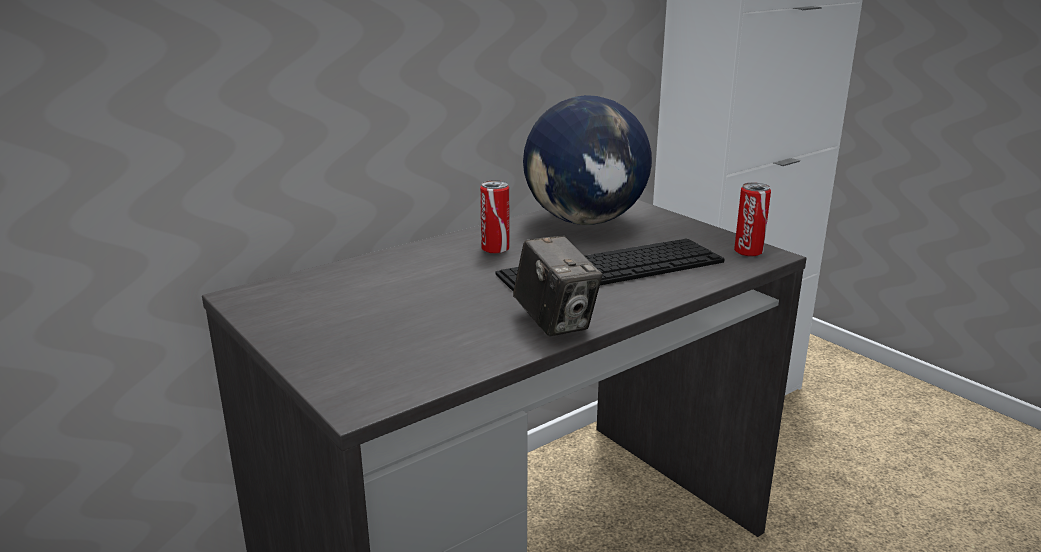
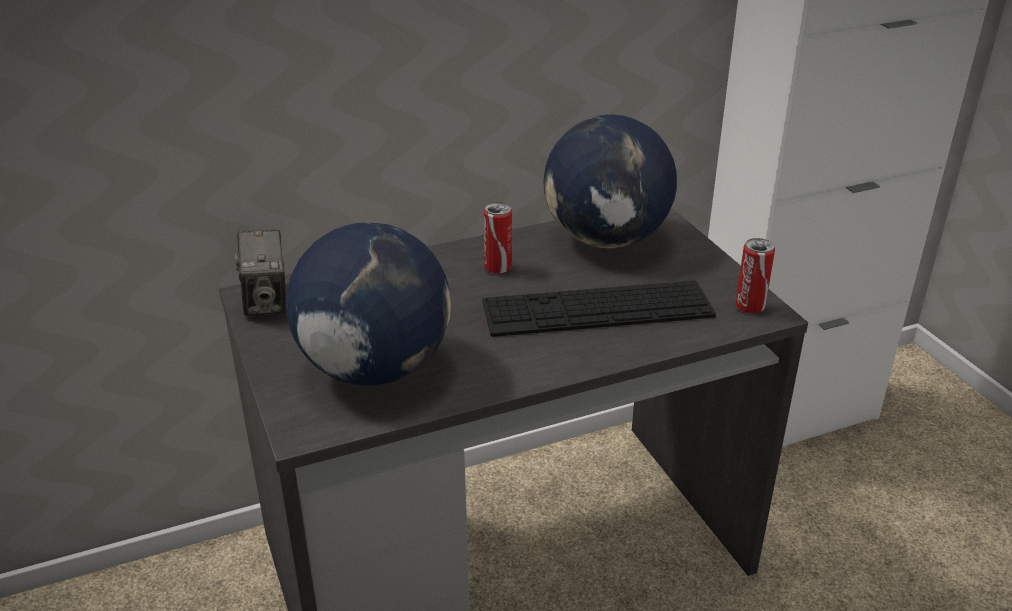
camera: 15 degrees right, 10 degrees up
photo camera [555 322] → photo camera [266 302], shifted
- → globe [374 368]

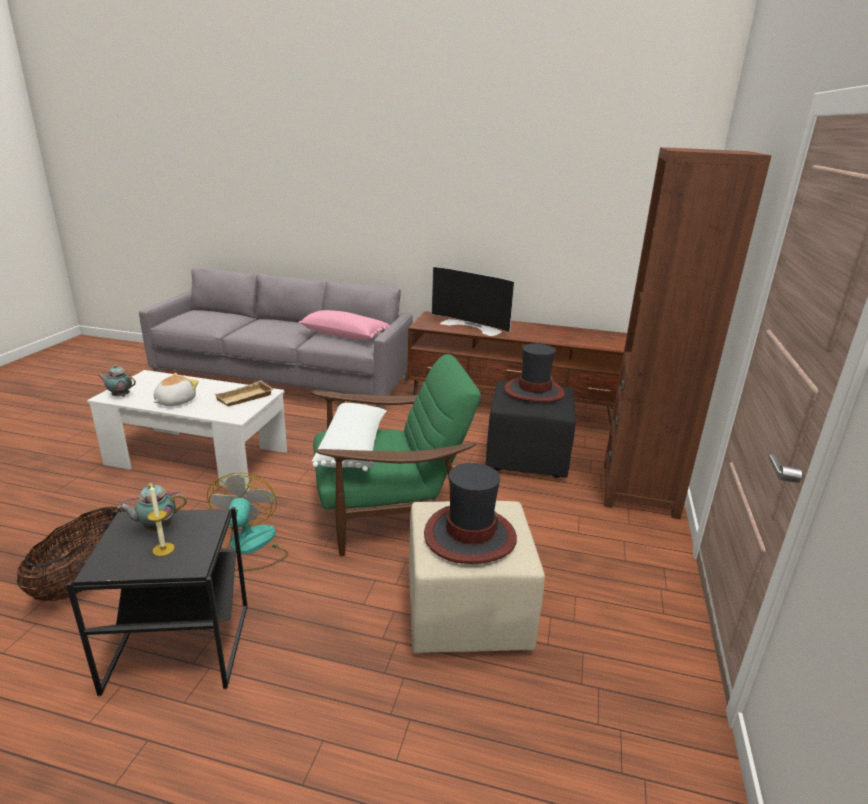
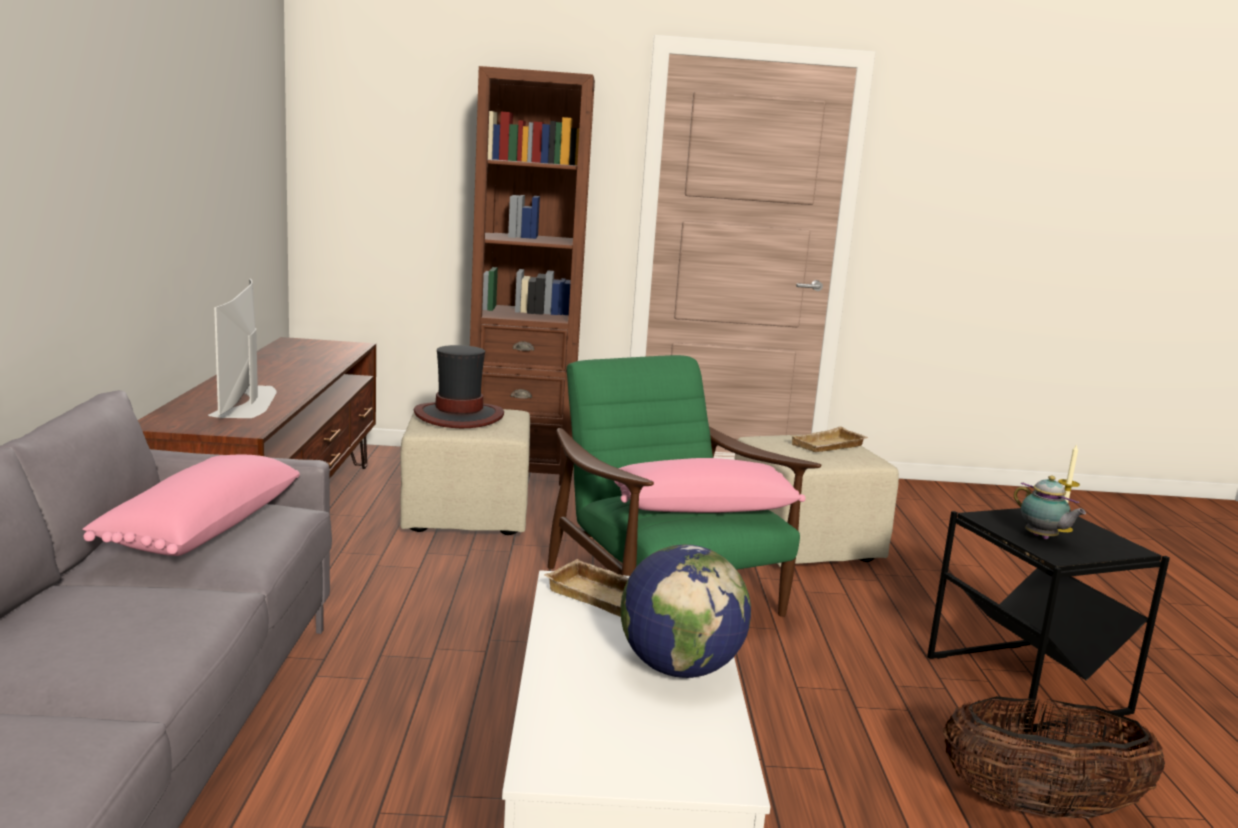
camera: 105 degrees left, 10 degrees down
TV [472 326] → TV [250 401], 150 degrees clockwise
black-coloured ottoman [527 458] → beige-coloured ottoman [468 516]
white throw pillow [354 449] → pink-coloured throw pillow [703 507]
soft toy [175 401] → globe [679 668]
clothing hat [469 536] → beige-coloured tray [828 446]
tea pot [120 396] → -
fan [250 548] → -

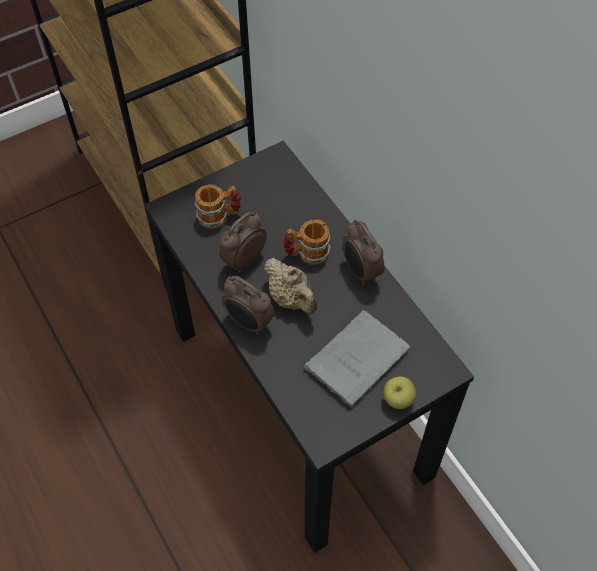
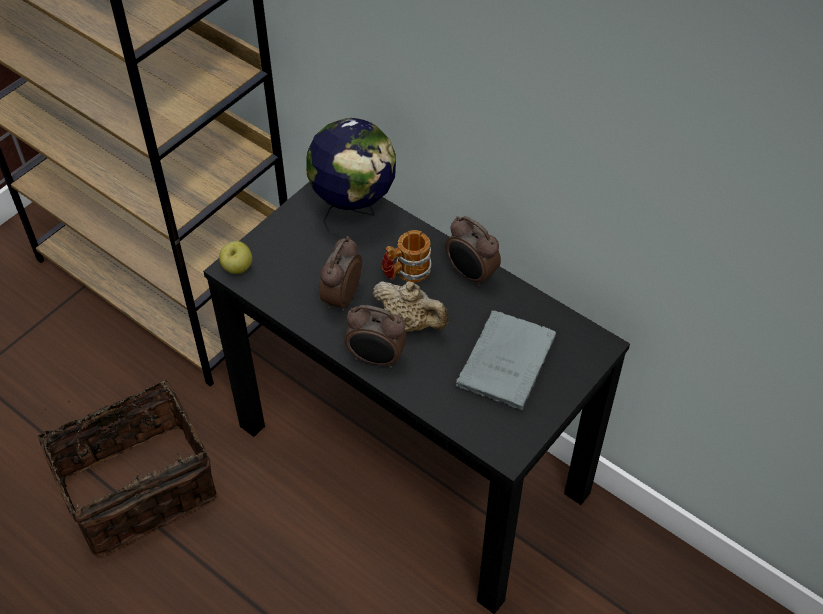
camera: 20 degrees left, 5 degrees down
- → household basket [137 486]
whole apple [398 400] → whole apple [237 268], shifted
- → globe [354 212]
tea mug [219 216] → -

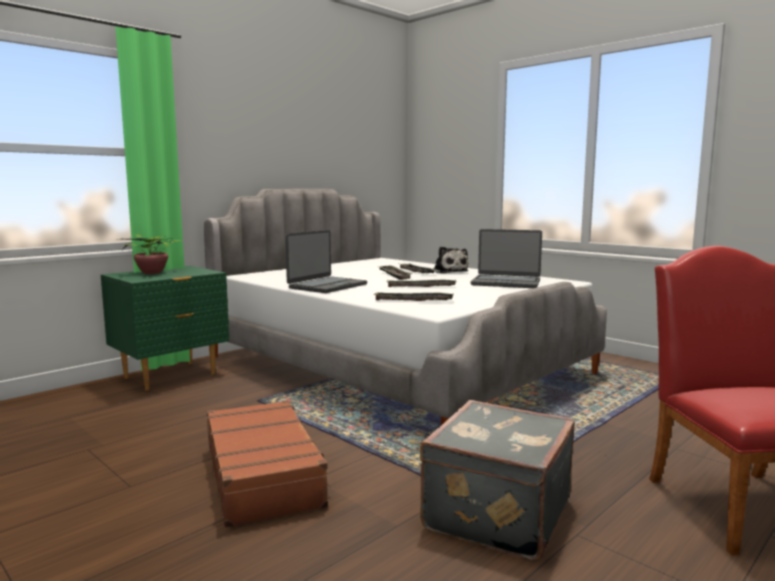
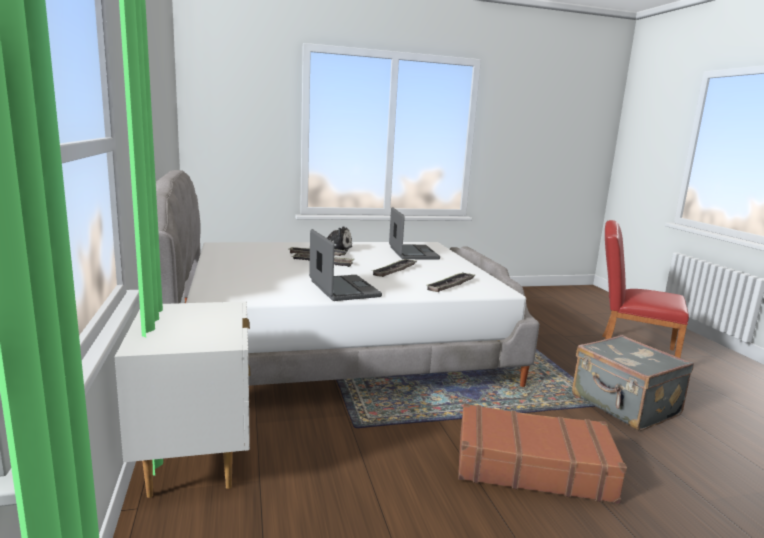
camera: 60 degrees left, 5 degrees up
greenish night table [170 376] → white night table [196 460]
laptop [506 283] → laptop [412 253], 60 degrees counterclockwise
houseplant [151 273] → -

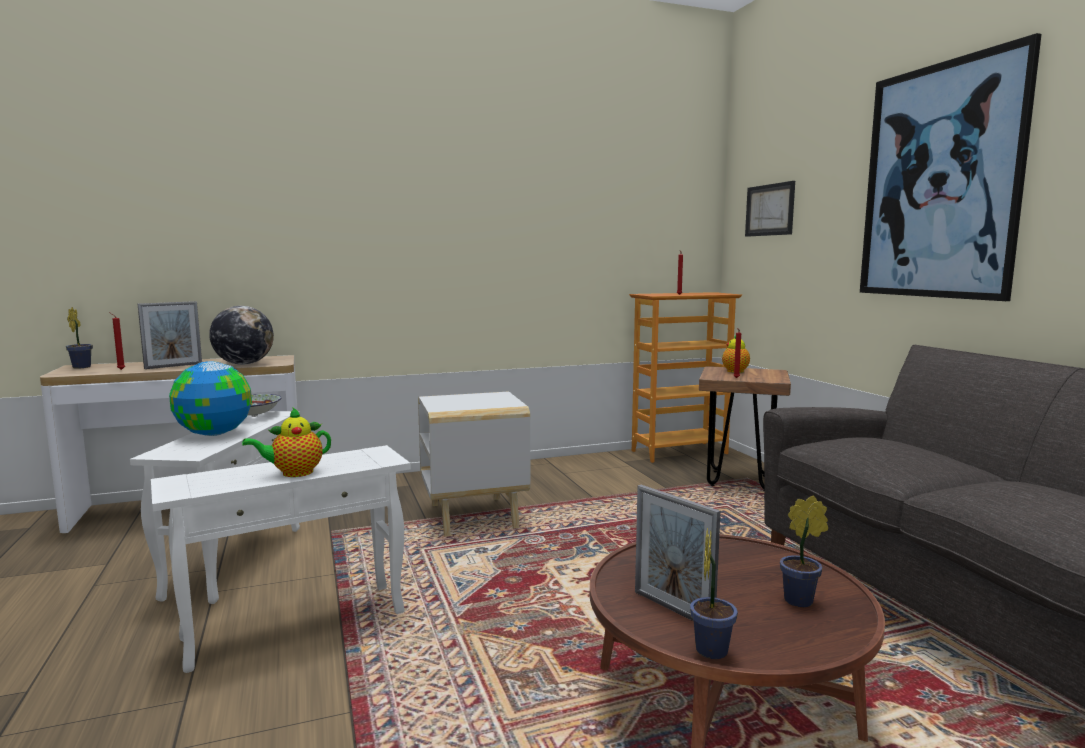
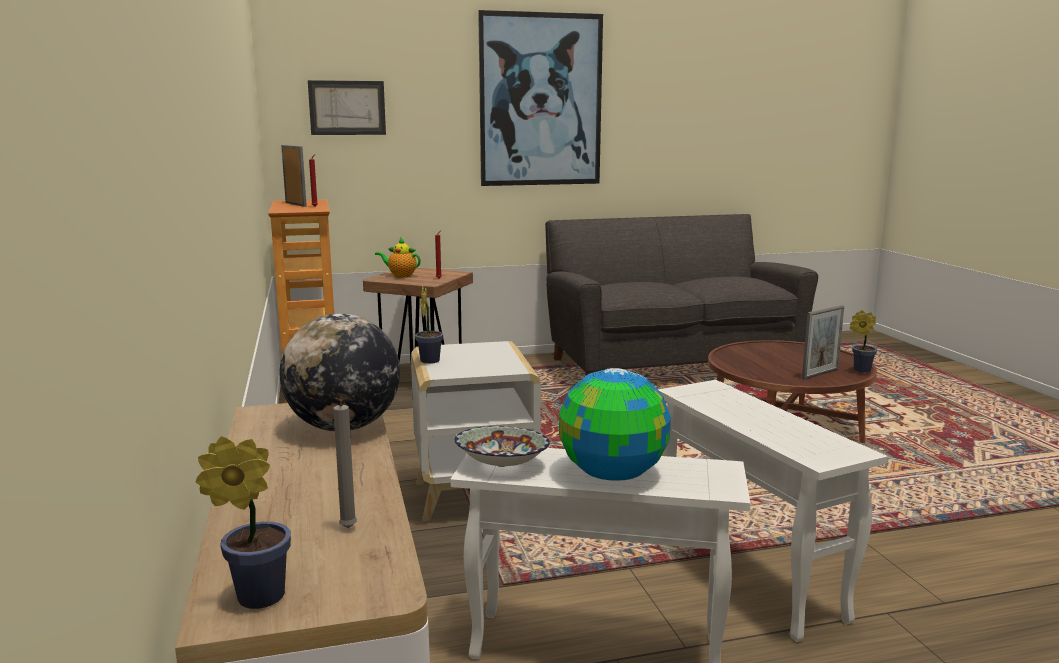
camera: 85 degrees left, 5 degrees up
standing frame [173 366] → standing frame [295 204], shifted
red candle [120 369] → grey candle [347 529]
houseplant [802 601] → houseplant [430 360], shifted
tea pot [294 473] → -

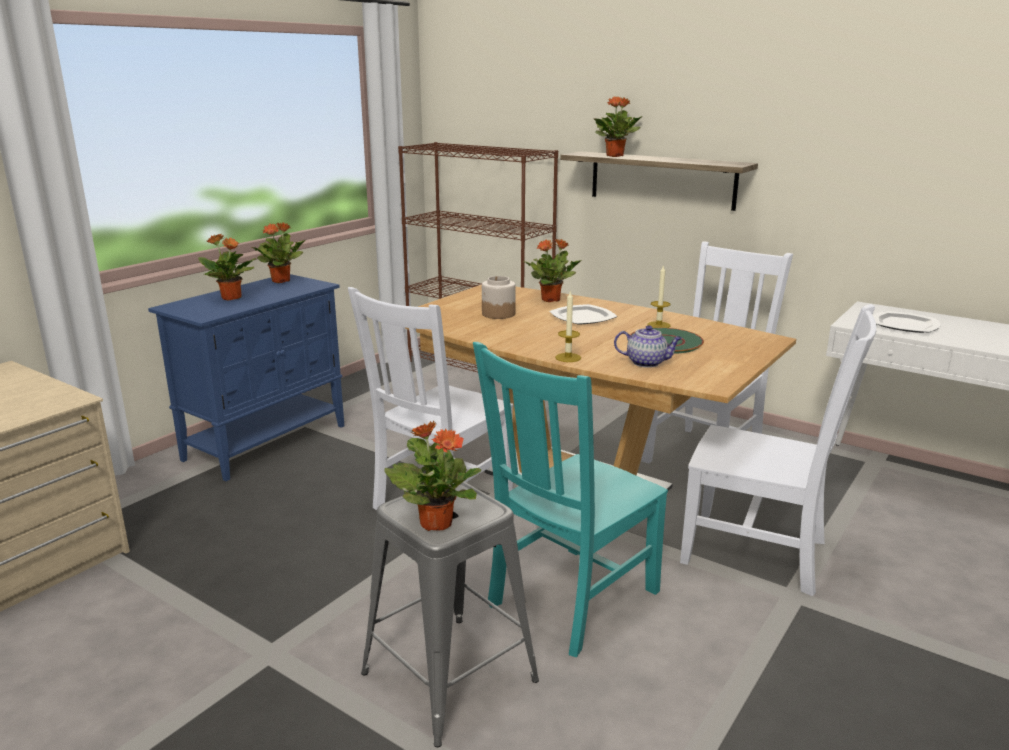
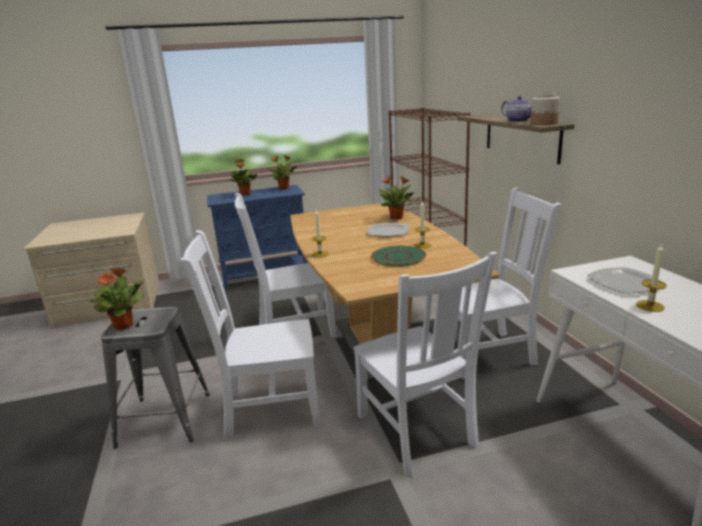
camera: 40 degrees right, 0 degrees up
blue-green chair [569 600] → white chair [268 409]
tea pot [647 363] → tea pot [518 121], shifted
storage jar [498 314] → storage jar [543 123], shifted
- → candle [650 306]
houseplant [615 156] → -

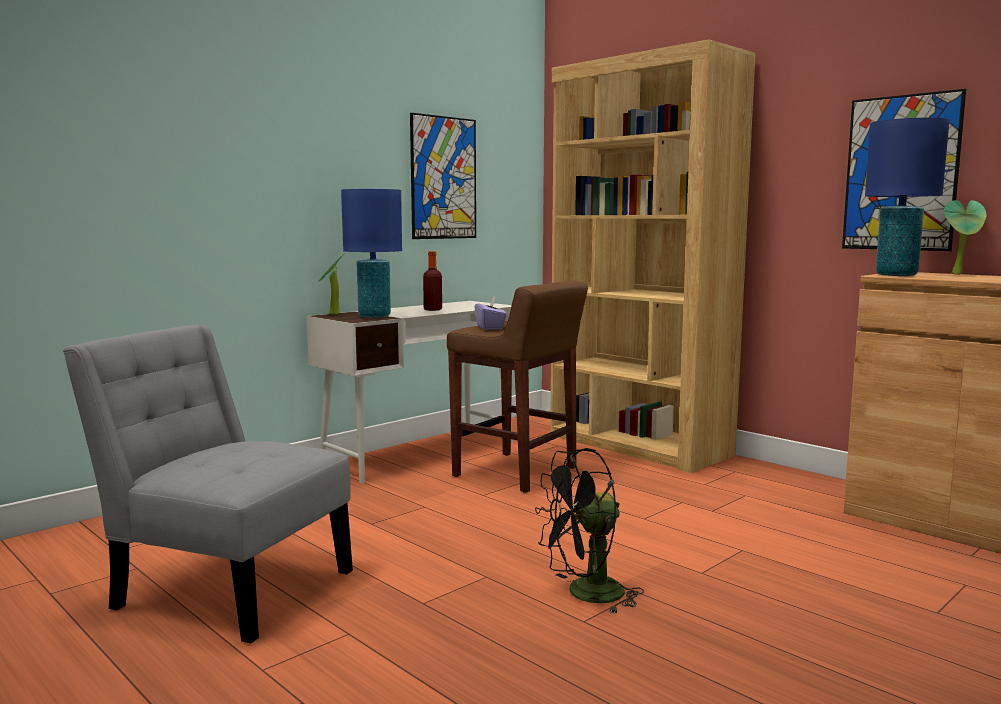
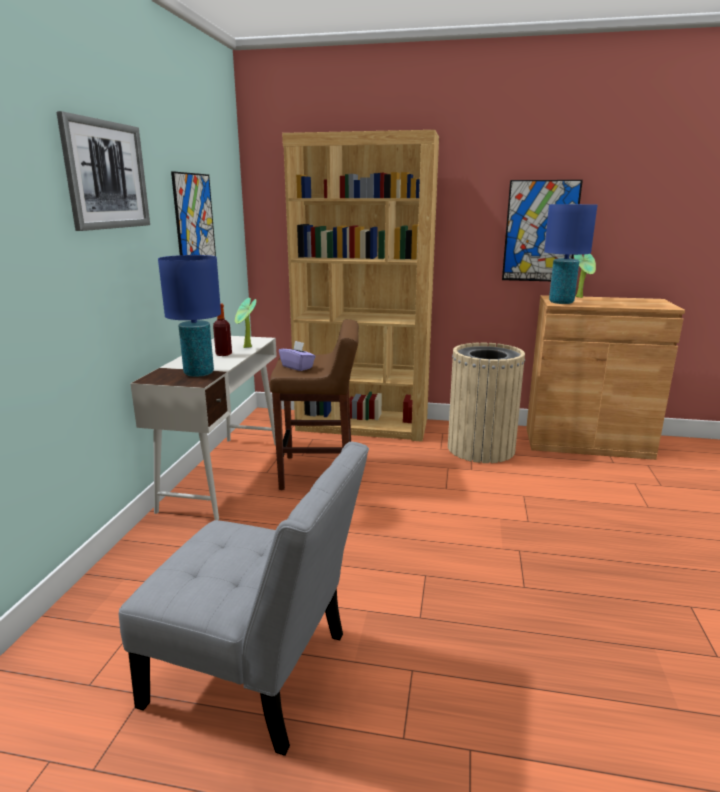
camera: 35 degrees left, 10 degrees up
- → wall art [106 175]
grey chair [226 587] → grey chair [258 673], 150 degrees counterclockwise
houseplant [332 314] → houseplant [247 347], shifted
- → beige-coloured rubbish bin [481 448]
black-coloured fan [585 595] → -

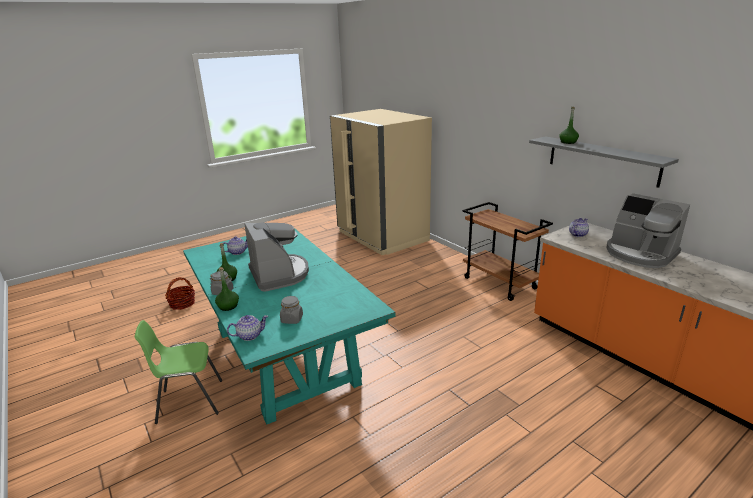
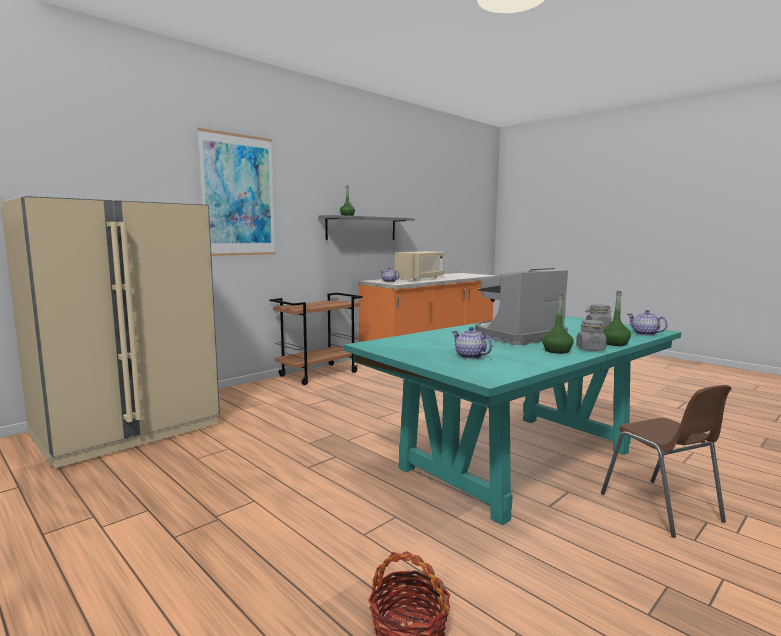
camera: 100 degrees left, 15 degrees down
- → wall art [238 195]
coffee brewer [640 254] → beige-coloured microwave oven [420 278]
greenish chair [189 401] → brown chair [661 508]

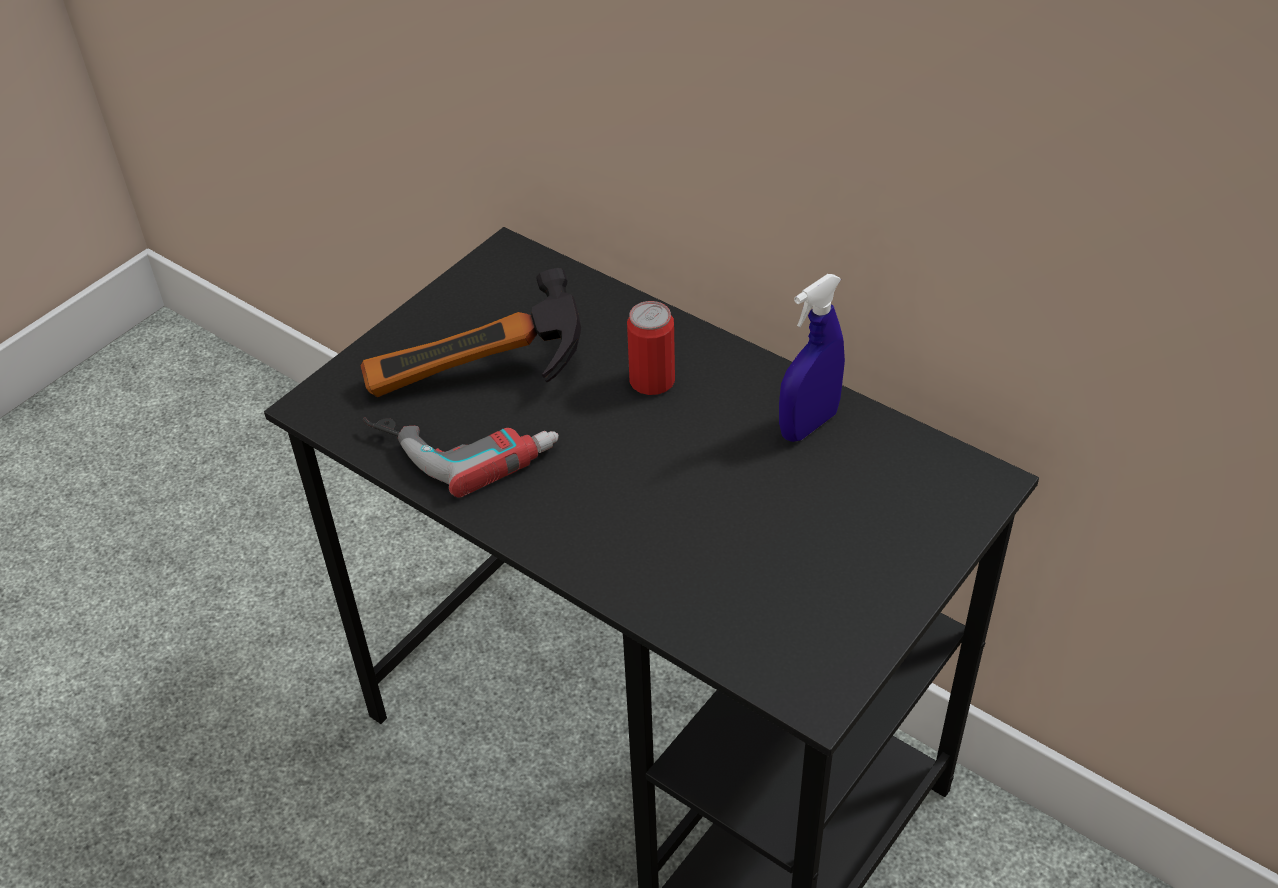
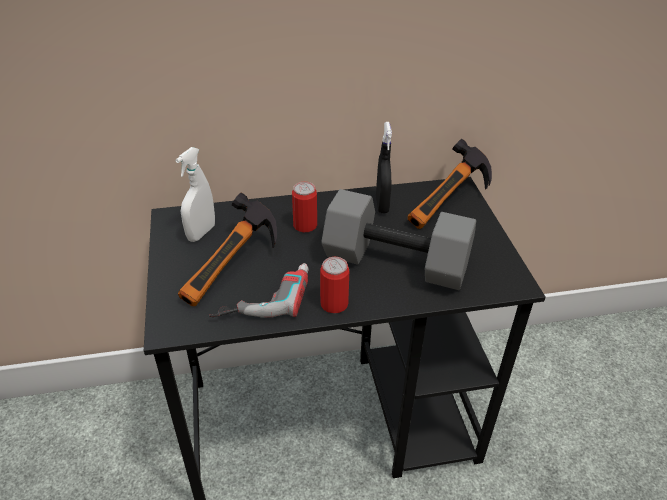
camera: 50 degrees left, 5 degrees down
- → white spray bottle [201 233]
- → can [334 304]
- → grey dumbbell [394 263]
blue spray bottle [808 425] → black-coloured spray bottle [382 205]
- → hand hammer [450 205]

